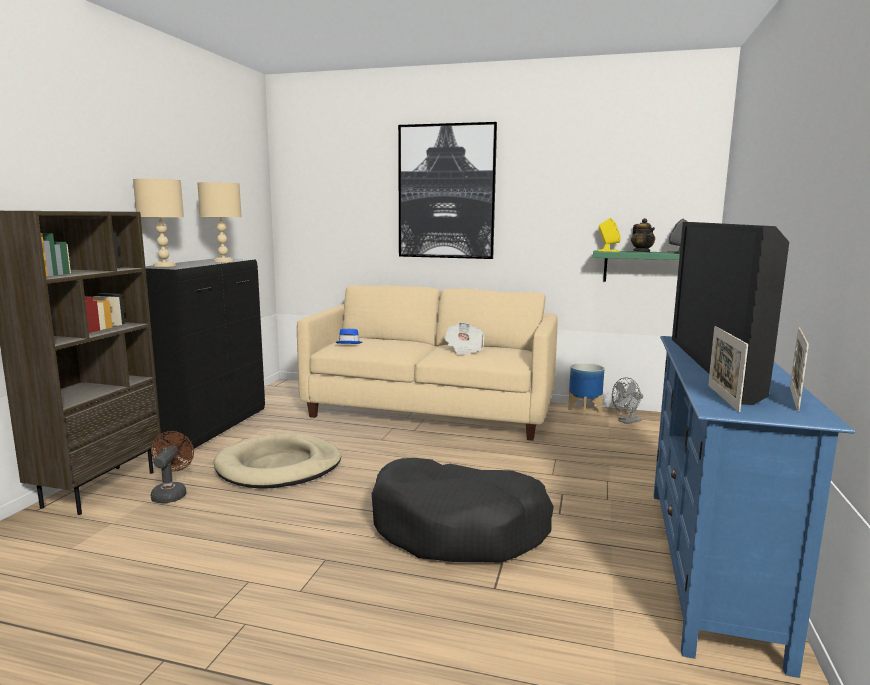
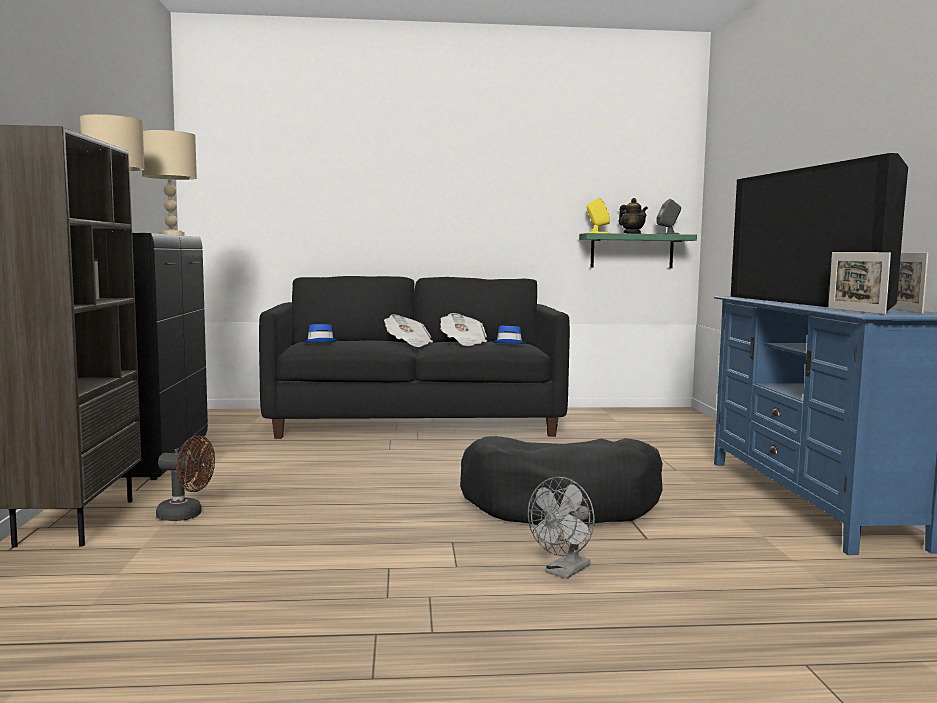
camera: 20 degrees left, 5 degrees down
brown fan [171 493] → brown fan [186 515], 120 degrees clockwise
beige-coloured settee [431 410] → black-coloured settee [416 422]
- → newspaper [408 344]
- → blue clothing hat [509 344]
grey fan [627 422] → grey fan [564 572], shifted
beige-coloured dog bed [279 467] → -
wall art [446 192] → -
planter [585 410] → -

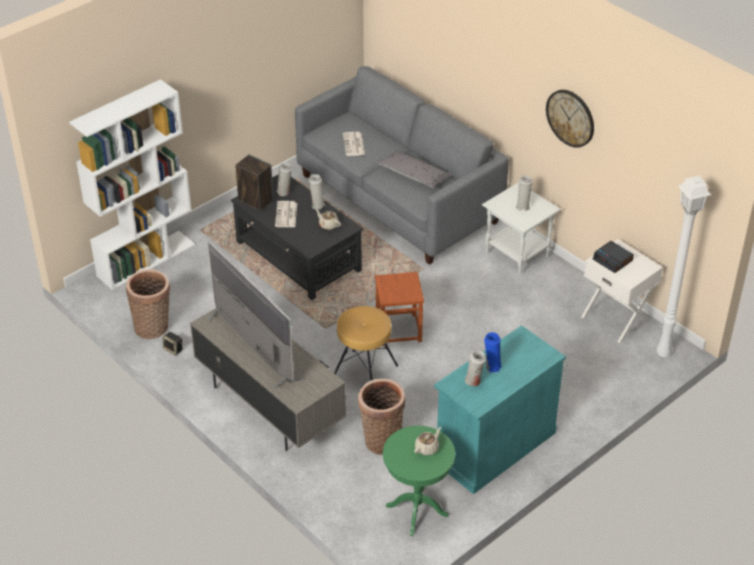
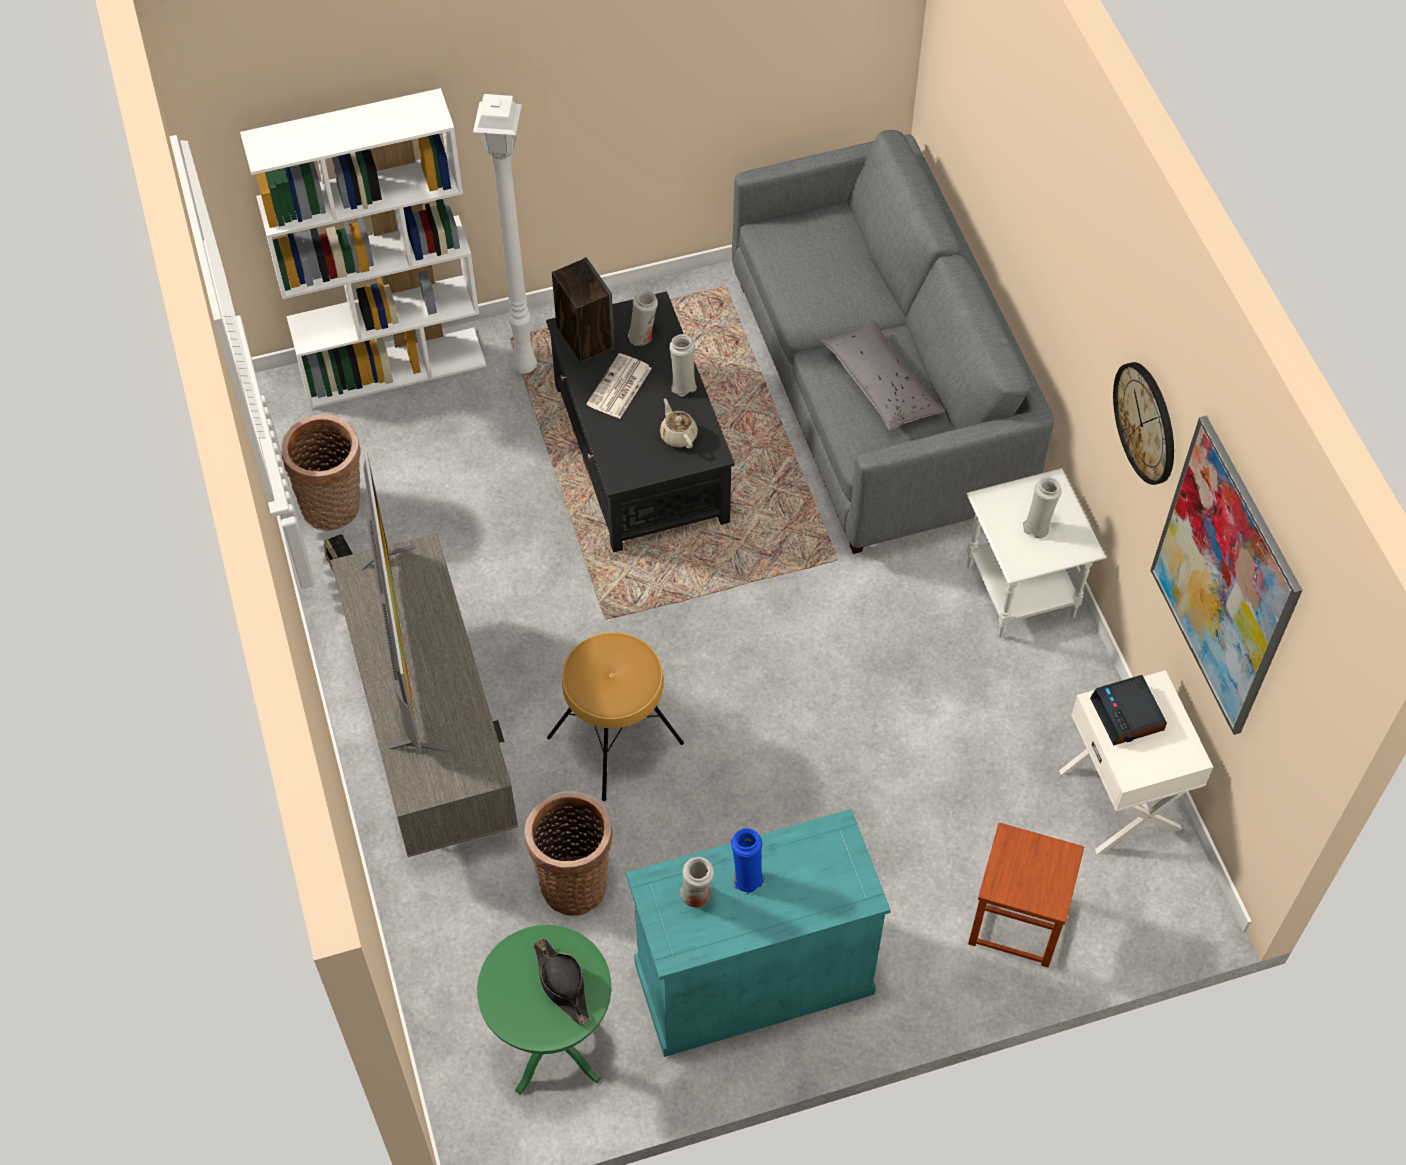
camera: 25 degrees right, 15 degrees up
white standing lamp [662 352] → white standing lamp [523 365], shifted
beige-coloured tea pot [427 448] → black-coloured clothing hat [562 984]
brown stool [398 329] → brown stool [1017 919], shifted
- → wall art [1224 578]
newspaper [354 145] → -

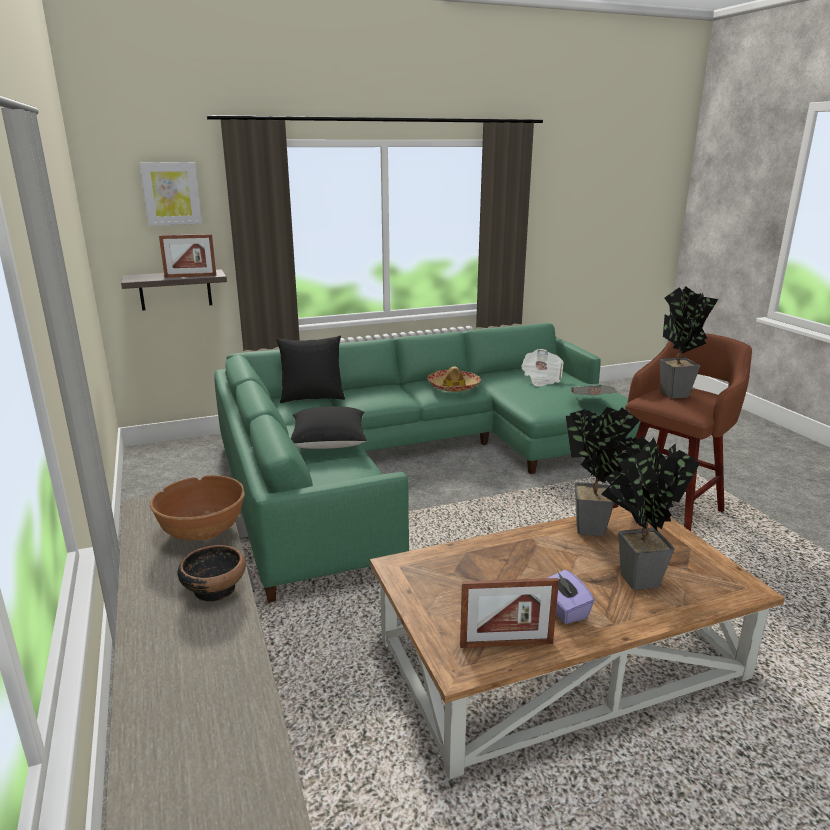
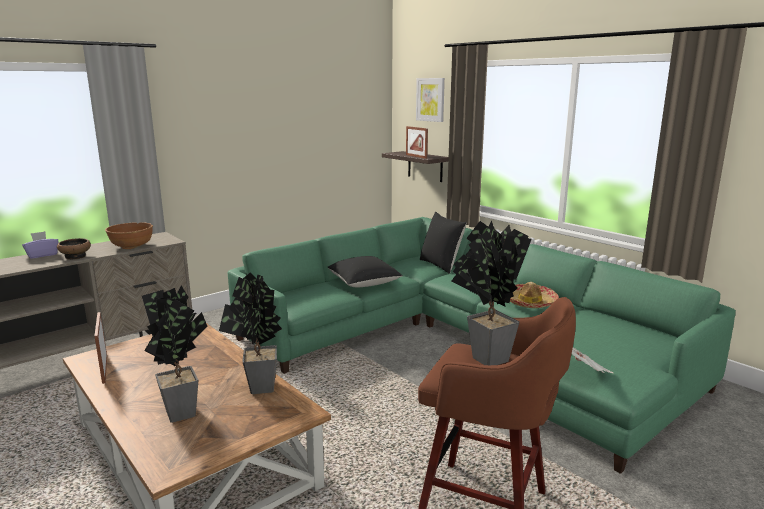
camera: 70 degrees right, 5 degrees down
purple-coloured tissue holder [564 609] → purple-coloured tissue holder [42 255], shifted
newspaper [541 379] → -

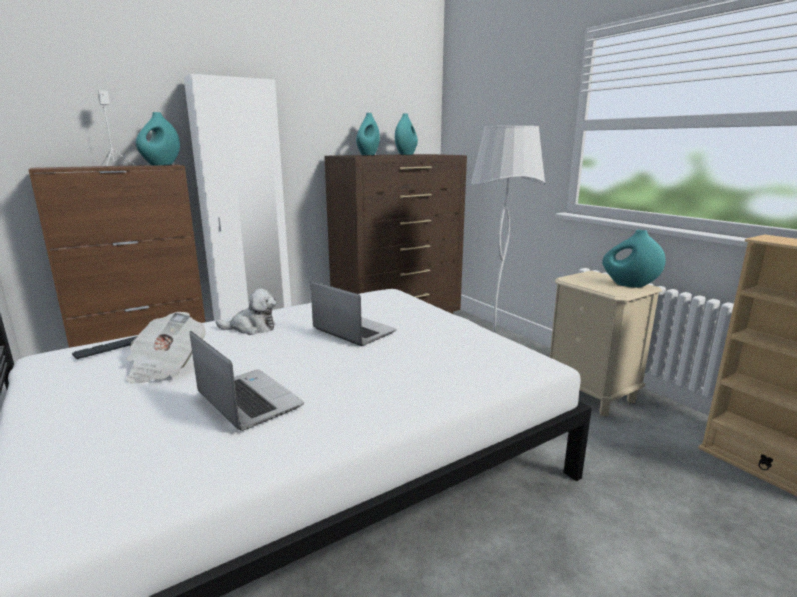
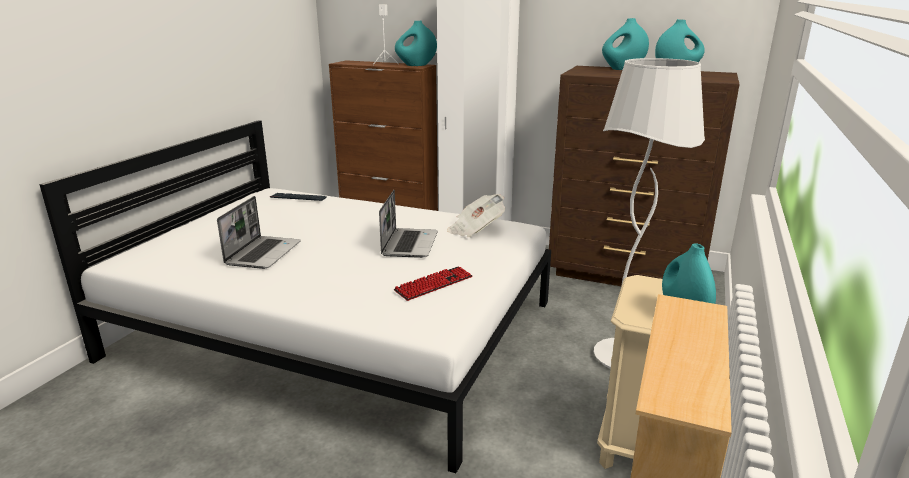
camera: 55 degrees right, 5 degrees up
- → computer keyboard [434 284]
newspaper [166 366] → newspaper [475 230], shifted
soft toy [252 328] → -

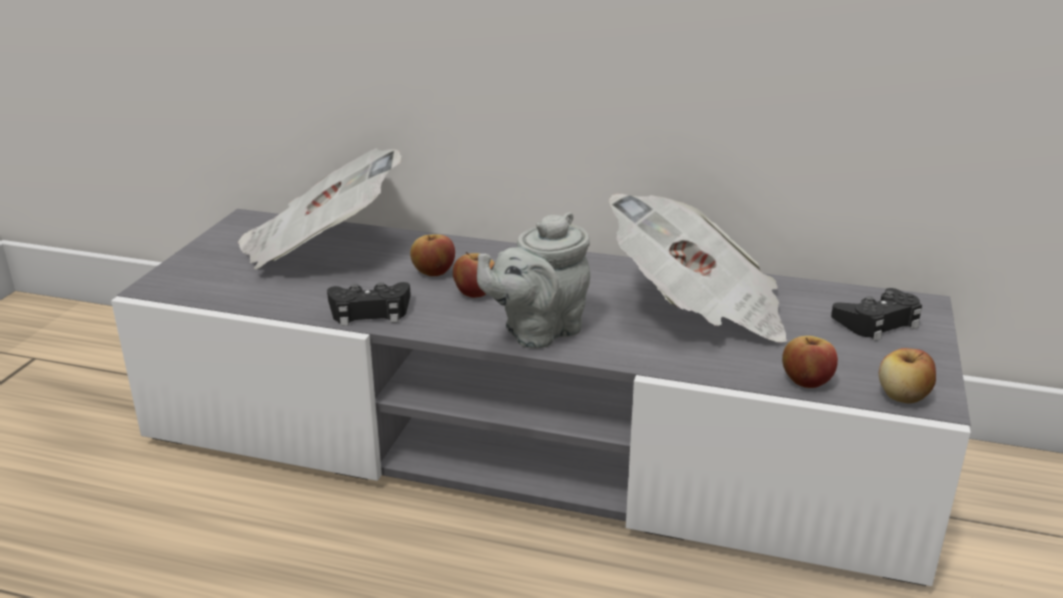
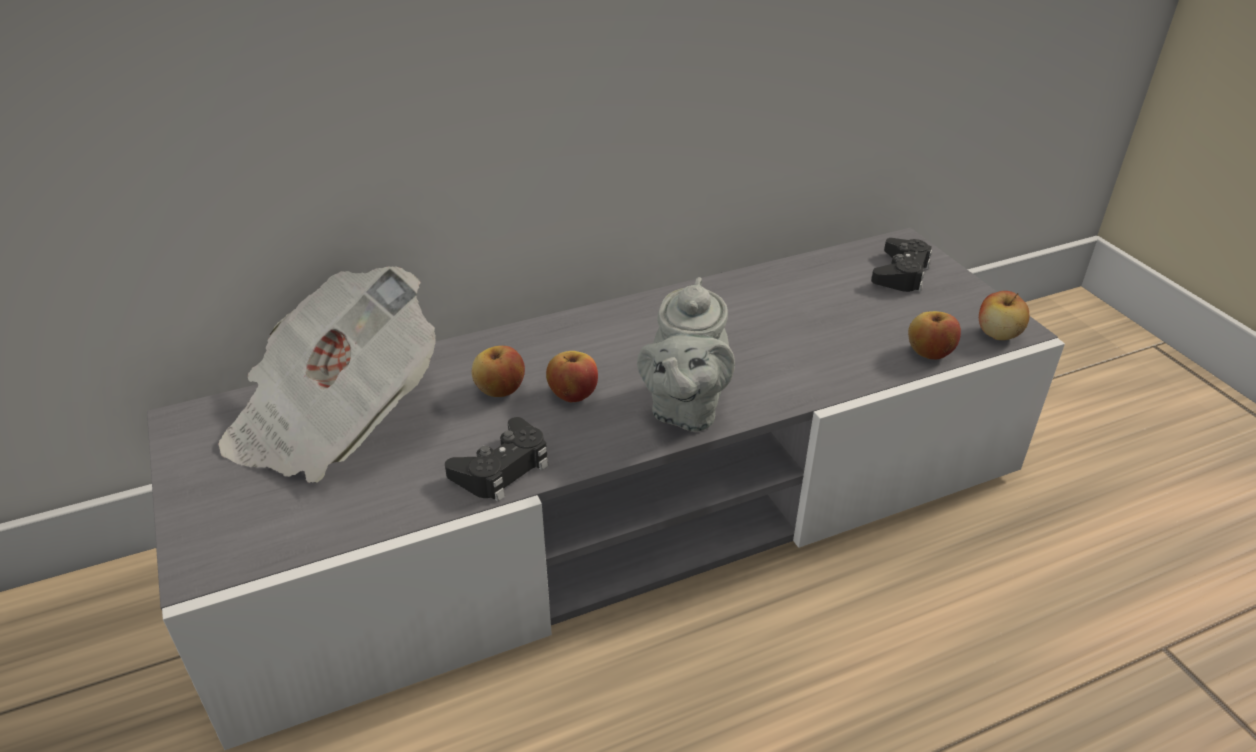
camera: 40 degrees left, 10 degrees up
newspaper [698 310] → -

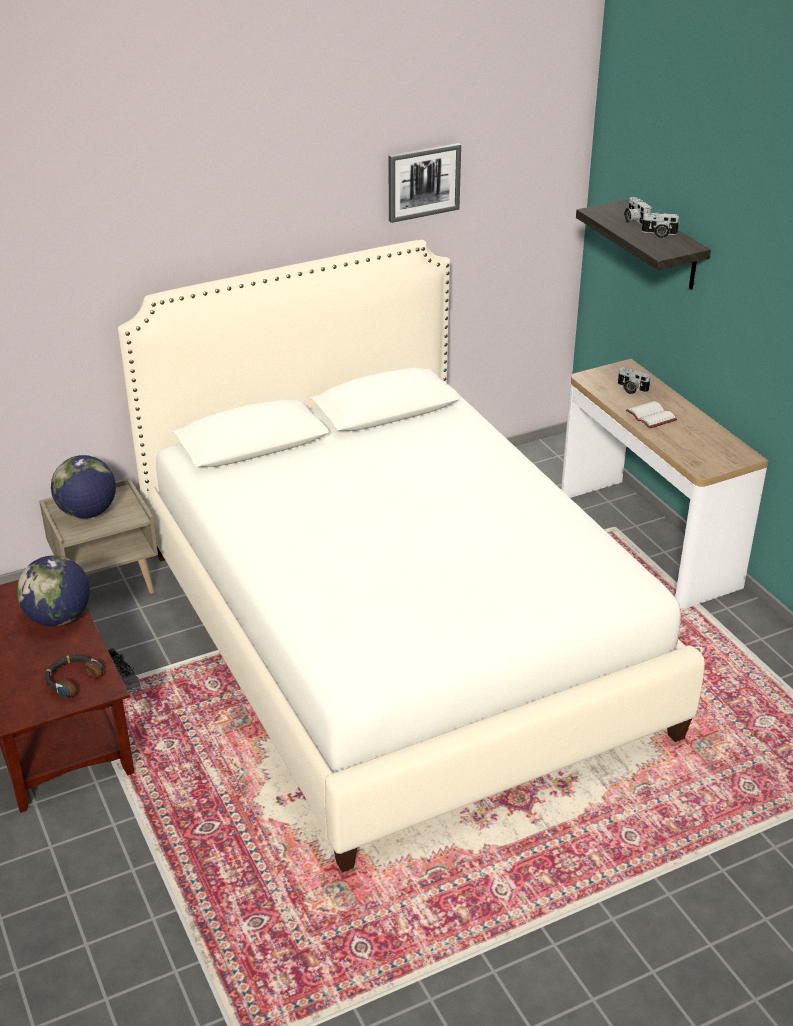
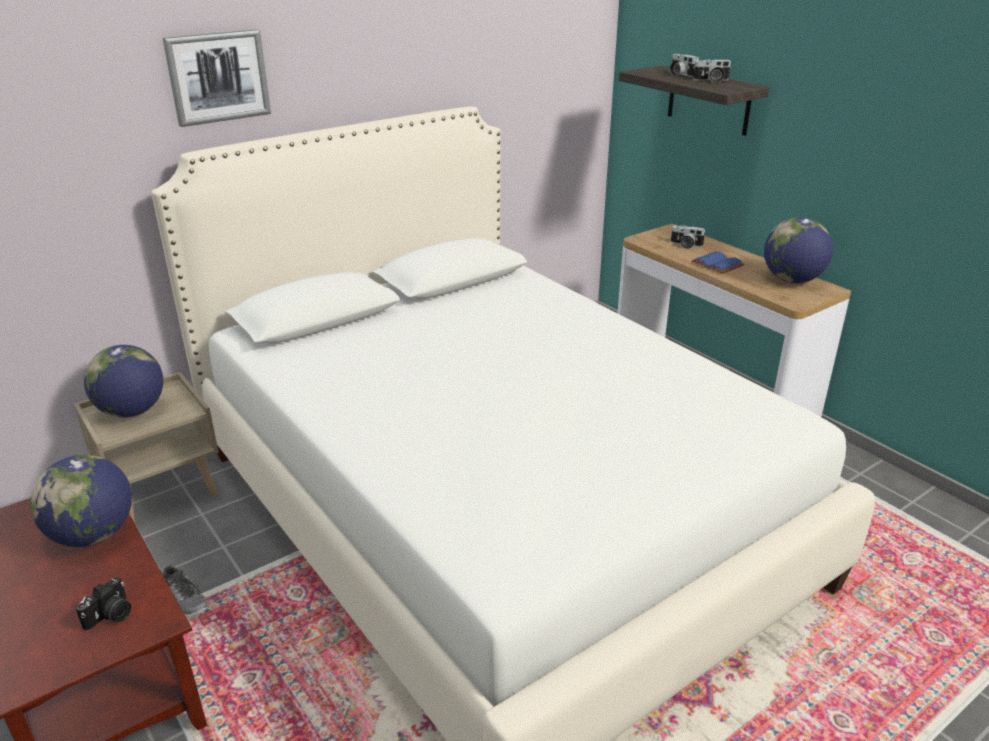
camera: 10 degrees left, 5 degrees down
pair of headphones [72 679] → photo camera [111 616]
wall art [423 182] → wall art [218 77], shifted
white book [649 416] → blue book [716 264]
- → globe [792 280]

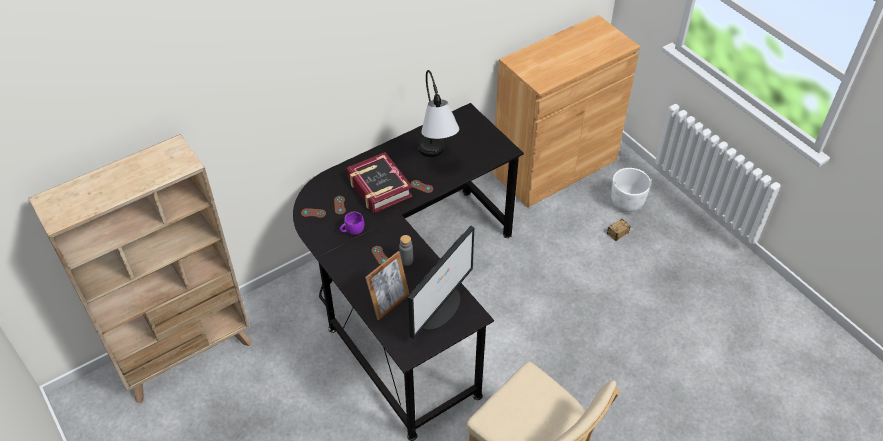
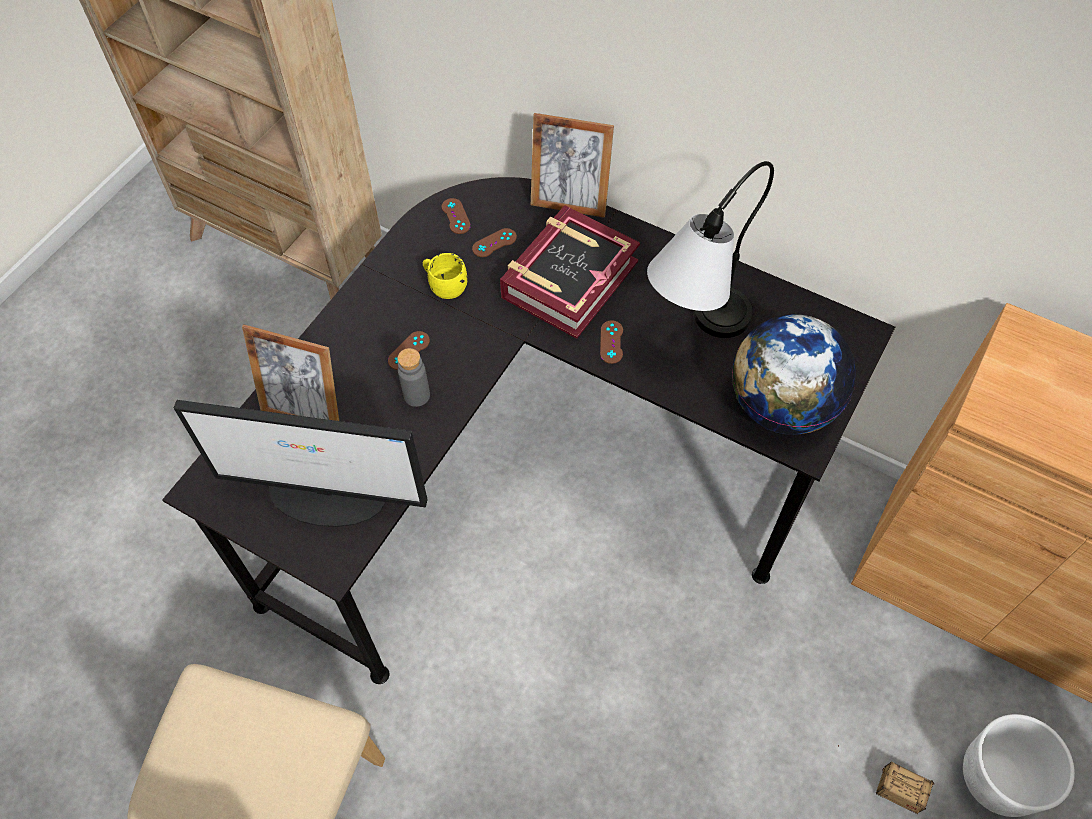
camera: 65 degrees right, 10 degrees up
purple-coloured tea mug [352 231] → yellow tea mug [444 286]
- → standing frame [569 203]
- → globe [781 405]

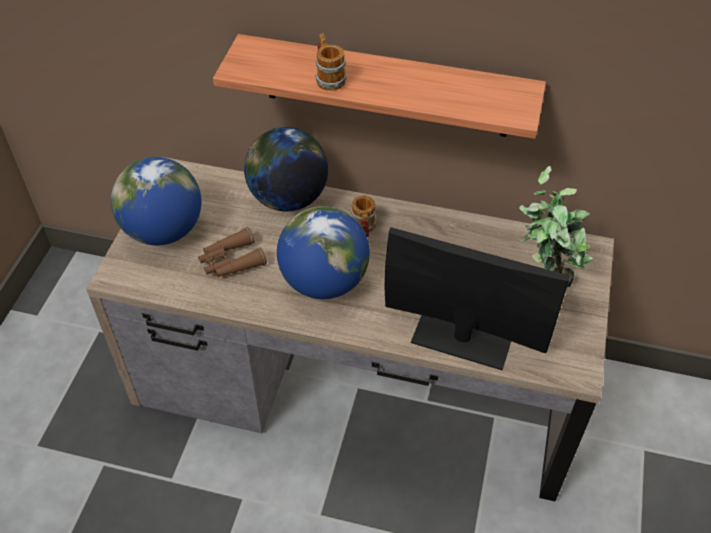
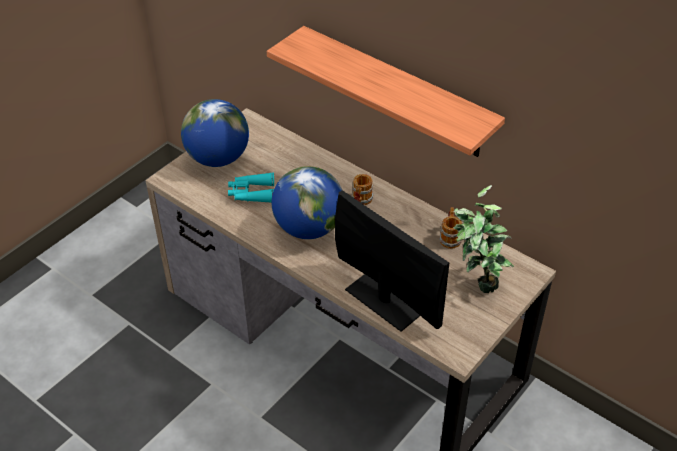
camera: 25 degrees right, 5 degrees down
brown pair of binoculars [231 261] → blue-green pair of binoculars [251 193]
tea mug [328 77] → tea mug [450 237], shifted
globe [288 199] → -

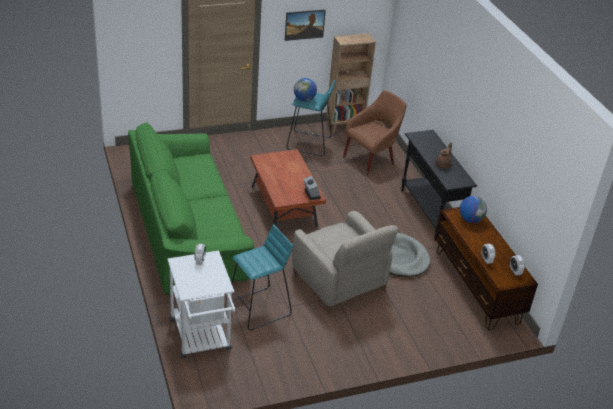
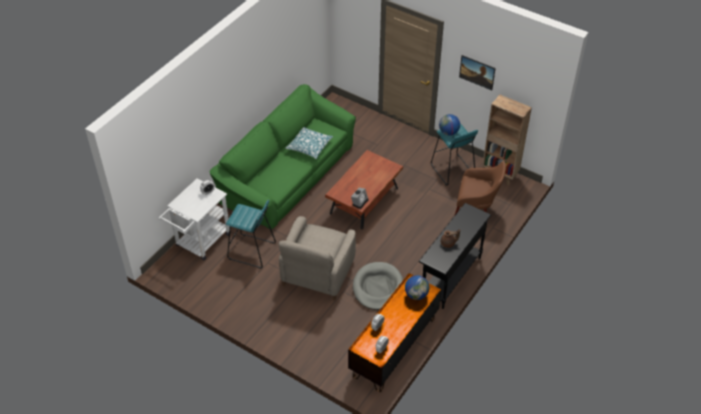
camera: 55 degrees right, 10 degrees up
- → throw pillow [309 146]

